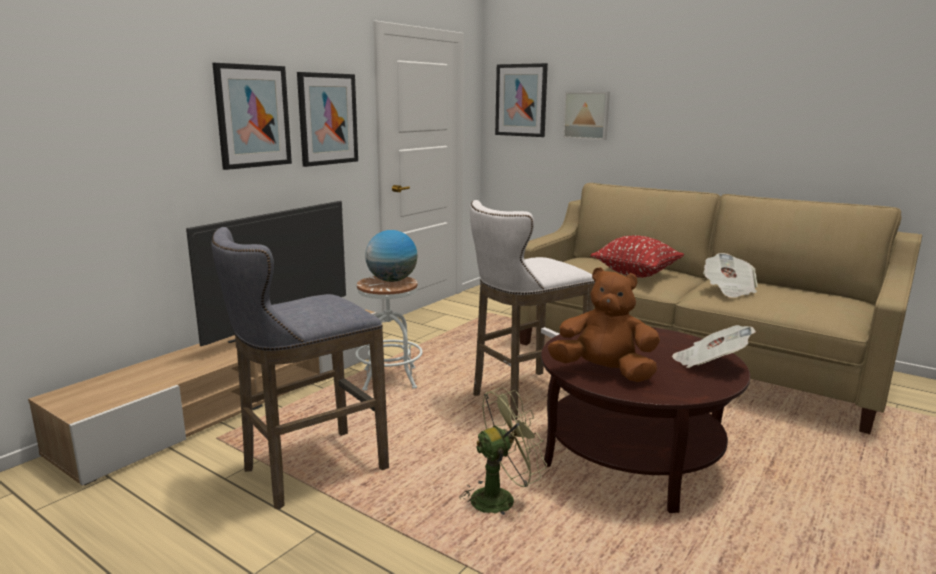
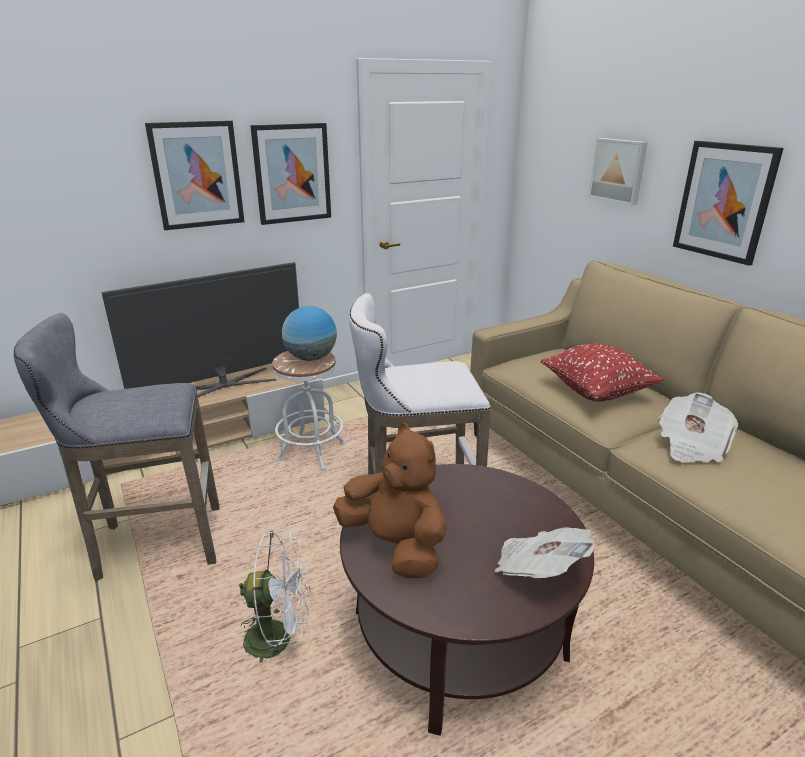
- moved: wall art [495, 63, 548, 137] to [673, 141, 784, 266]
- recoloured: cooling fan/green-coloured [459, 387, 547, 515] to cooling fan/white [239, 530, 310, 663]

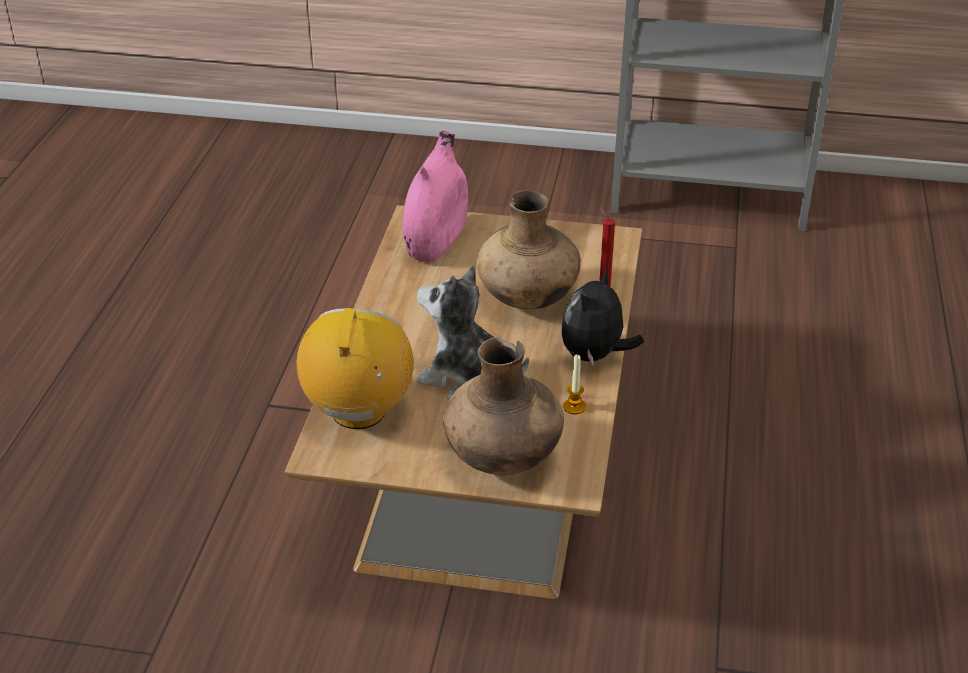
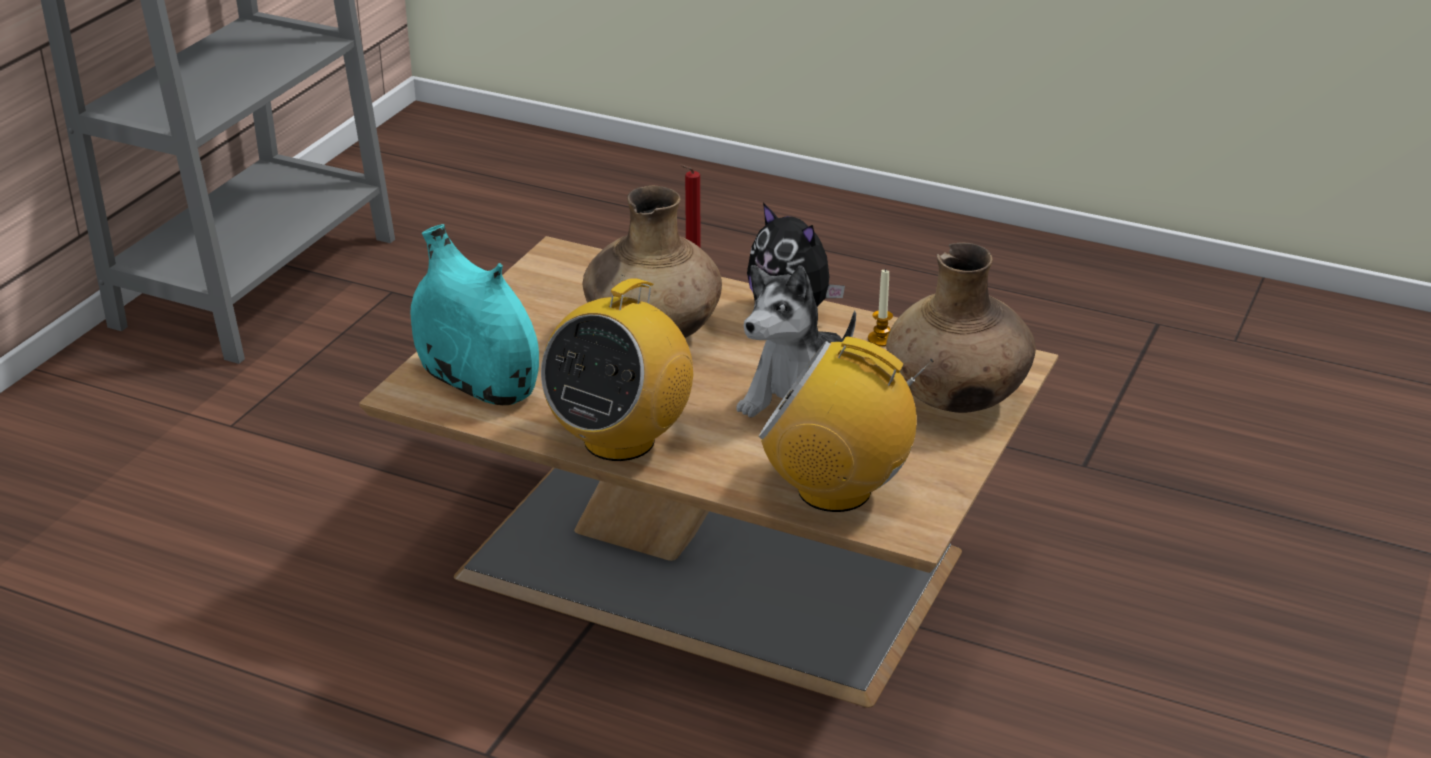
- recoloured: vase/pinkish [403, 131, 468, 262] to vase/turquoise [411, 224, 539, 405]
- added: radio receiver [541, 275, 693, 461]

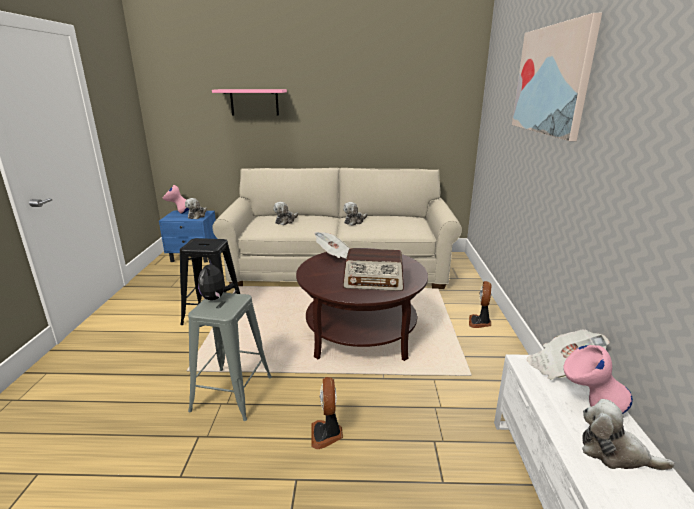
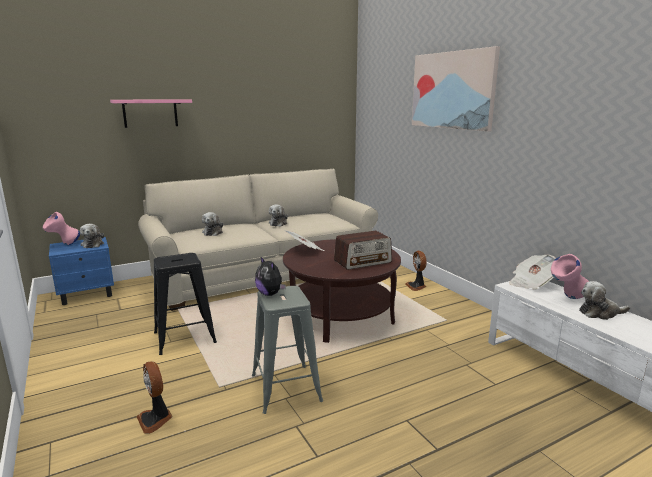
- moved: cooling fan [311, 377, 343, 449] to [137, 361, 173, 434]

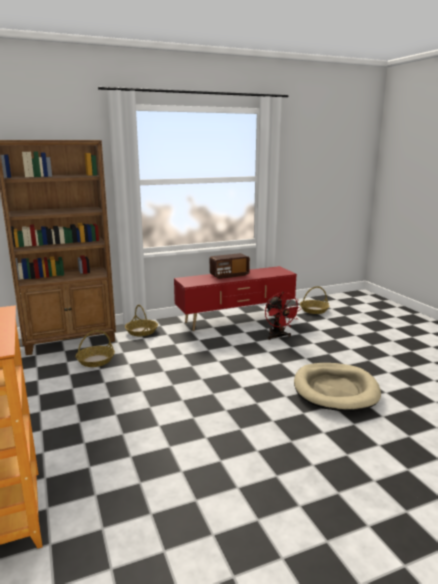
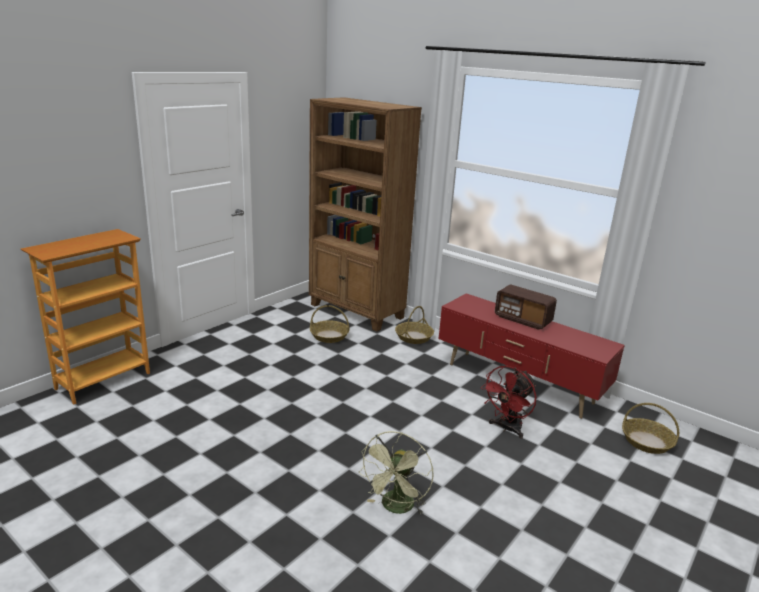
- replaced: dog cushion/beige [294, 363, 381, 412] to cooling fan/green-coloured [359, 431, 434, 514]

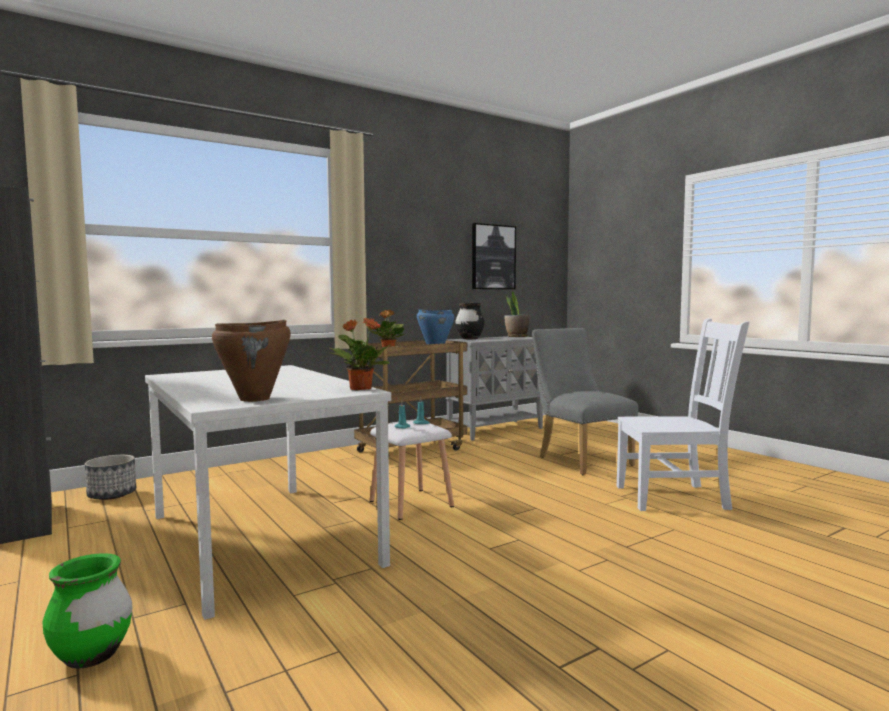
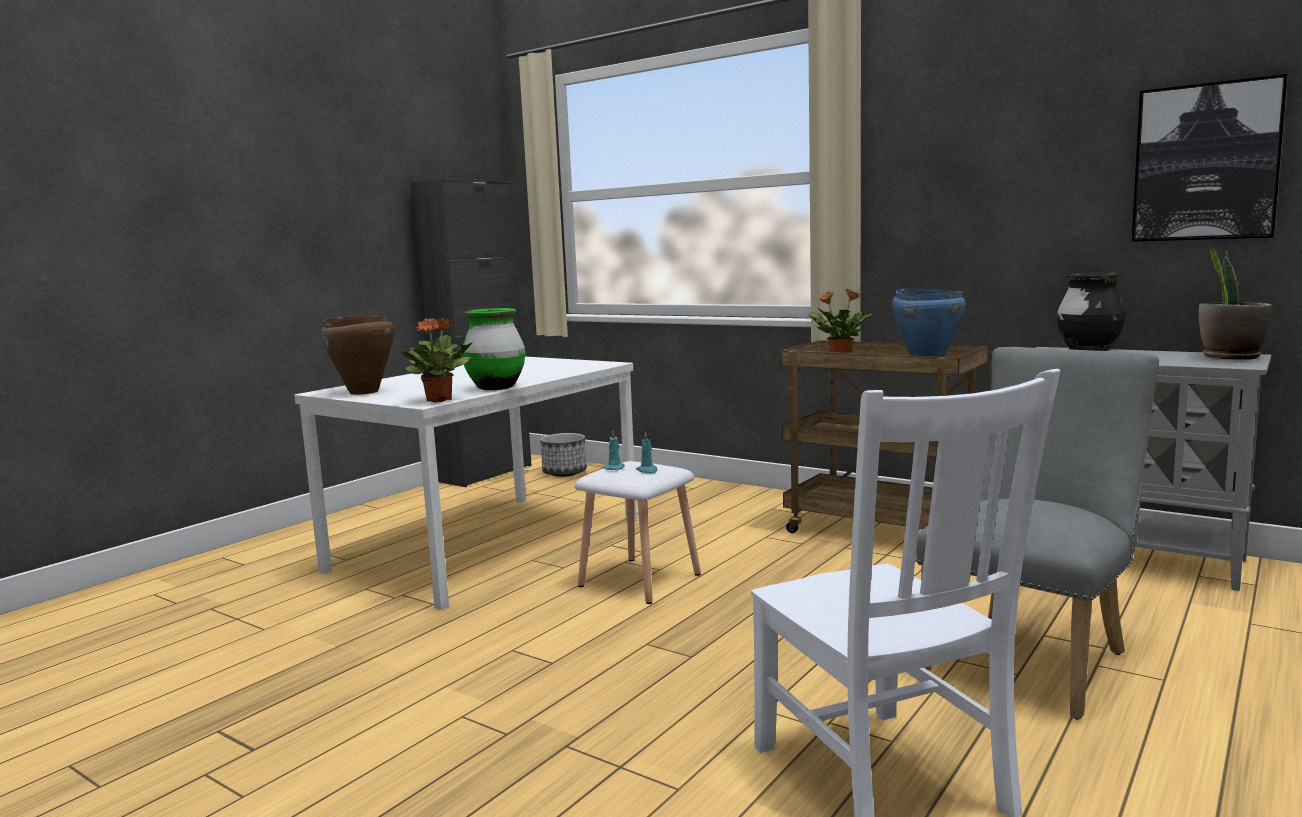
- moved: vase/green-coloured [43, 553, 132, 669] to [462, 308, 525, 390]

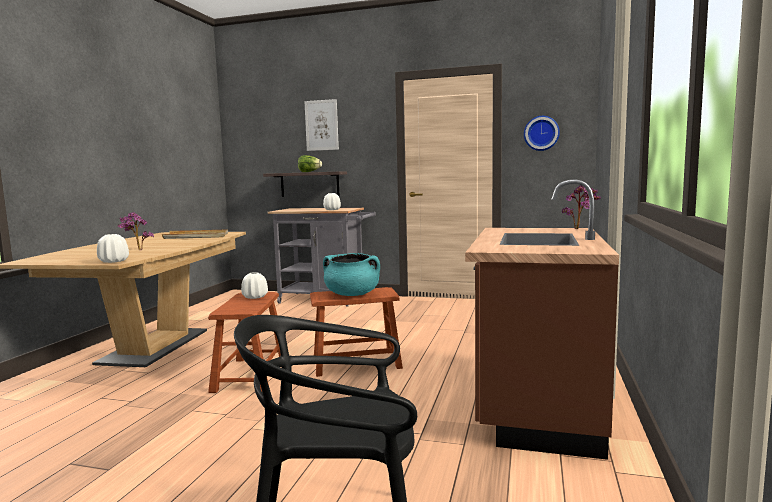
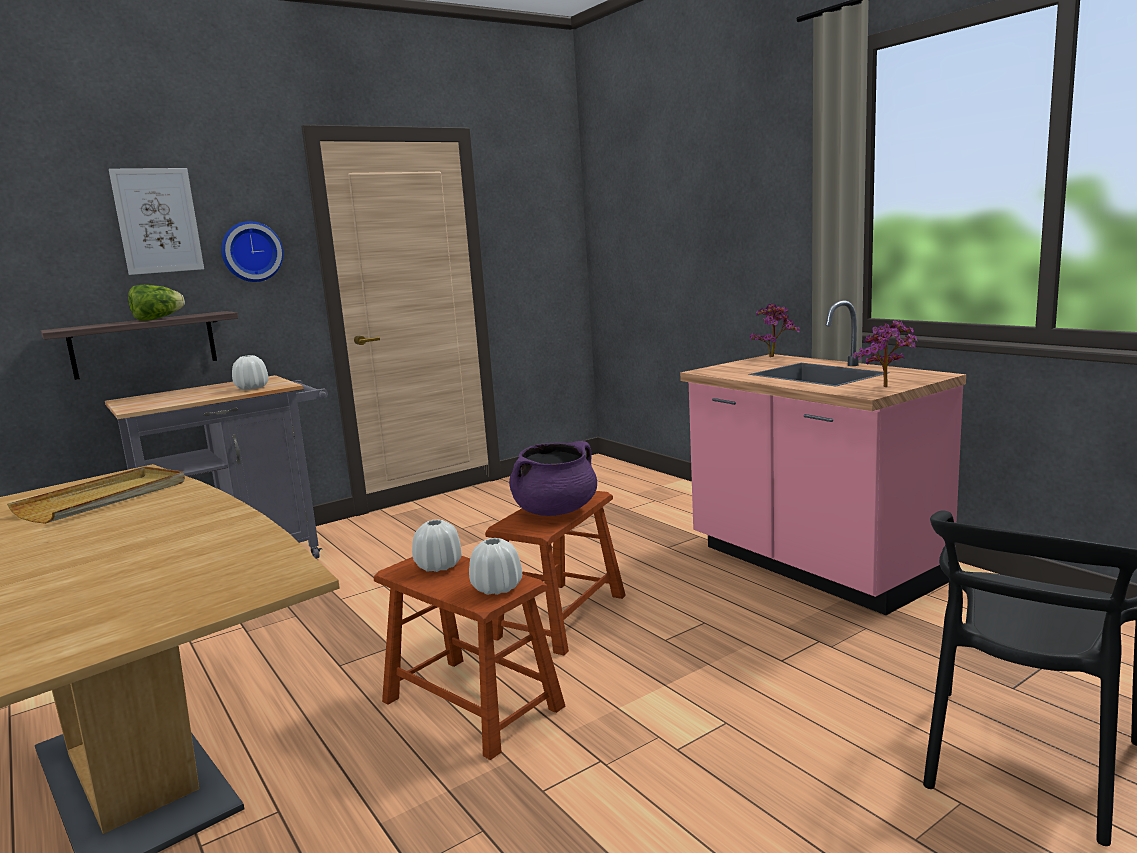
- moved: hanging clock [524, 116, 560, 151] to [221, 221, 283, 282]
- recoloured: kitchen base unit/brown [465, 180, 619, 460] to kitchen base unit/pinkish [680, 300, 966, 615]
- moved: houseplant [118, 212, 154, 250] to [853, 320, 917, 387]
- moved: vase/white [97, 234, 129, 263] to [469, 538, 522, 595]
- recoloured: cooking pot/turquoise [323, 253, 380, 296] to cooking pot/purplish [509, 441, 597, 516]

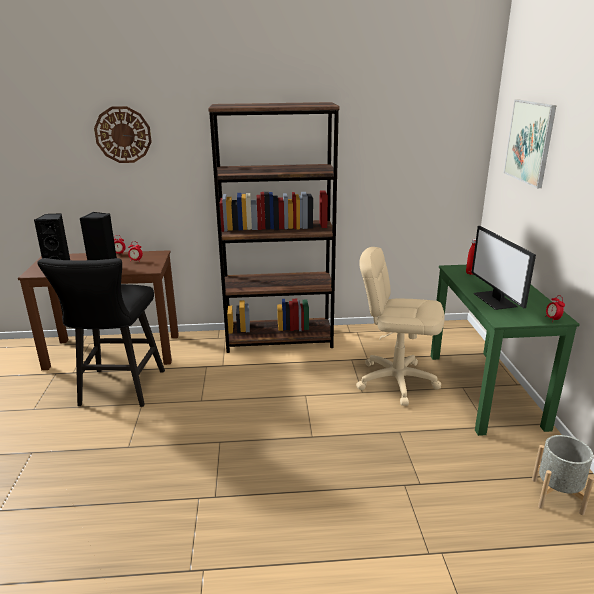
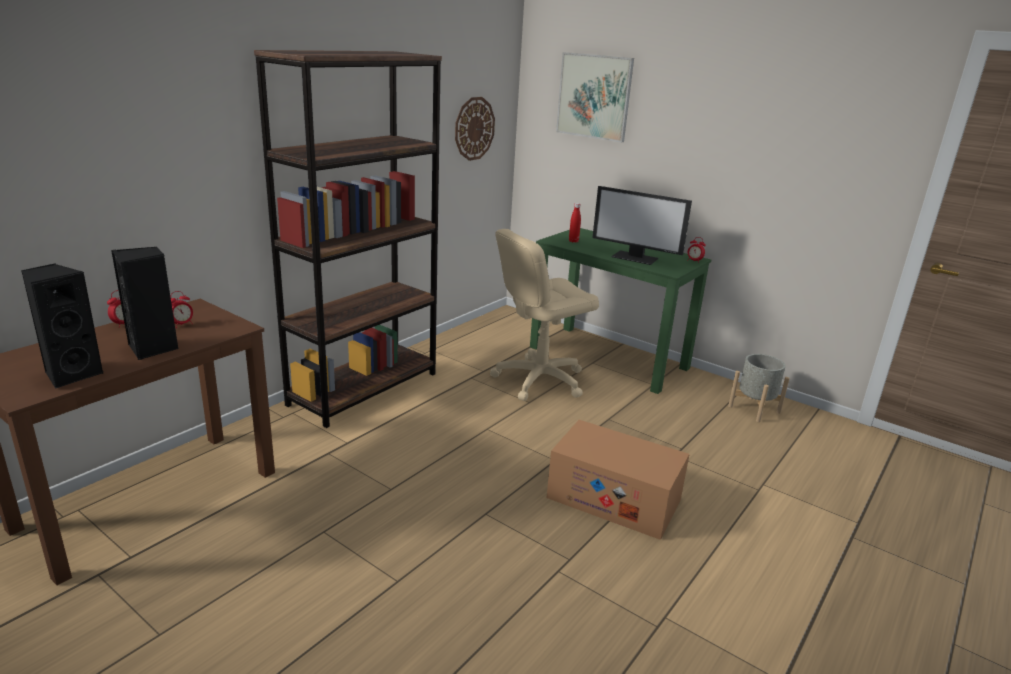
- moved: hanging clock [94, 106, 152, 163] to [455, 97, 495, 161]
- removed: sitting stool/black [37, 258, 165, 407]
- added: packing box [547, 420, 690, 540]

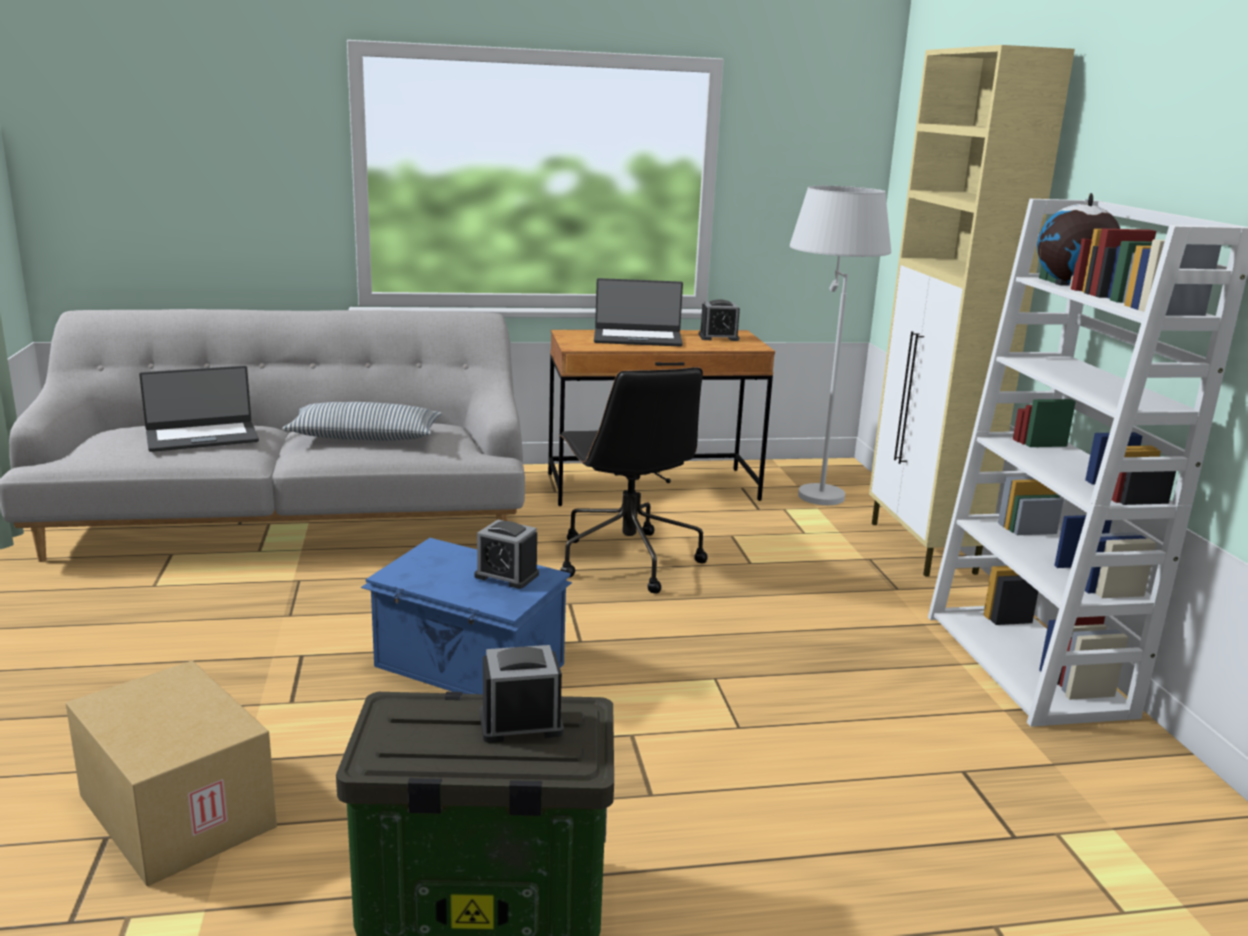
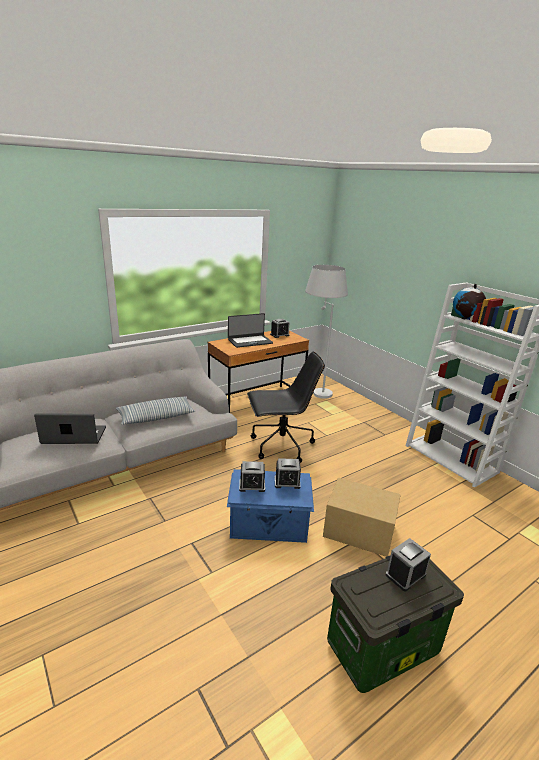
- removed: cupboard/beige [869, 45, 1075, 577]
- turned: laptop [139, 366, 259, 452] = [34, 414, 106, 444] 135 degrees counterclockwise
- turned: desk chair/black [559, 367, 708, 594] = [247, 352, 325, 463] 60 degrees counterclockwise
- moved: packing box [66, 661, 277, 886] to [323, 478, 401, 557]
- added: bedside clock [239, 461, 265, 492]

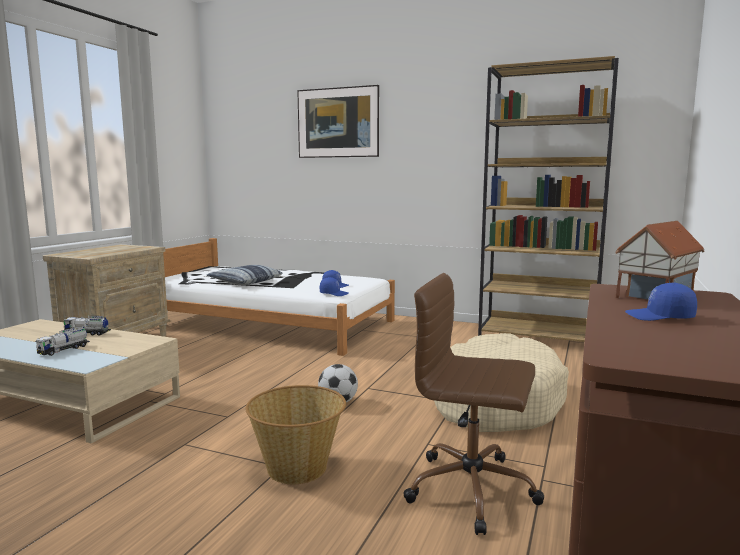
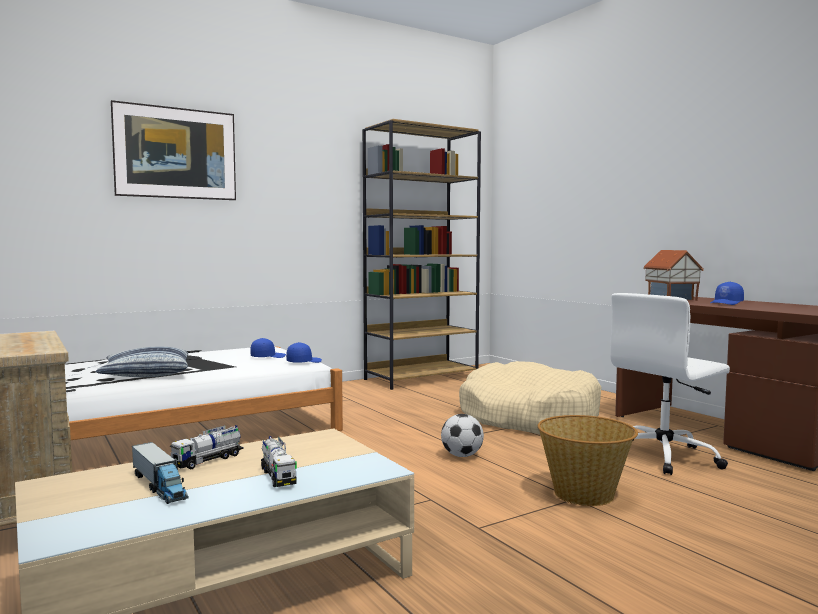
- recoloured: desk chair/brown [403, 273, 544, 535] to desk chair/white [610, 293, 730, 475]
- added: toy truck [132, 442, 189, 504]

